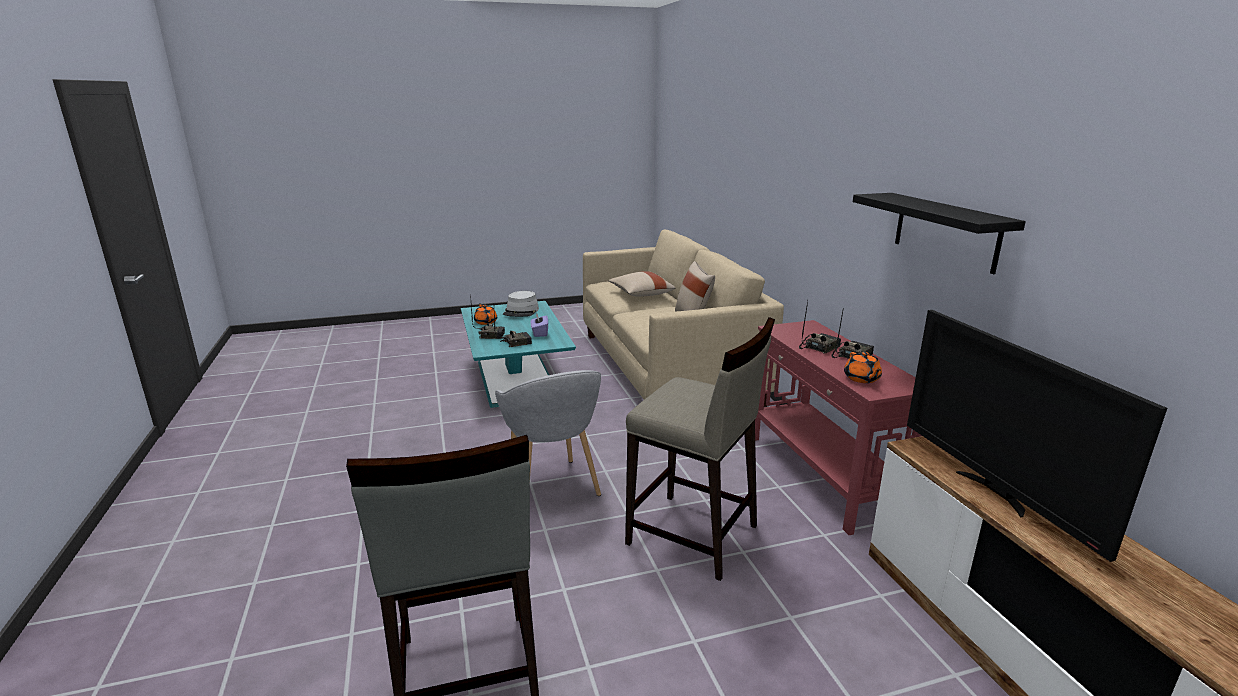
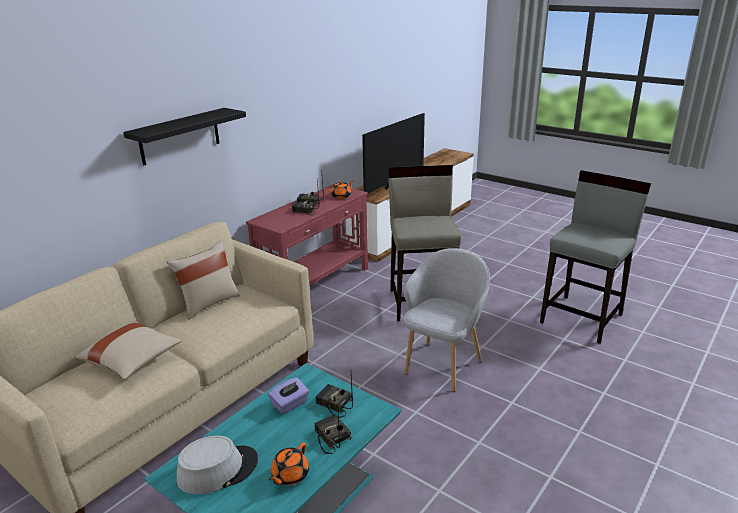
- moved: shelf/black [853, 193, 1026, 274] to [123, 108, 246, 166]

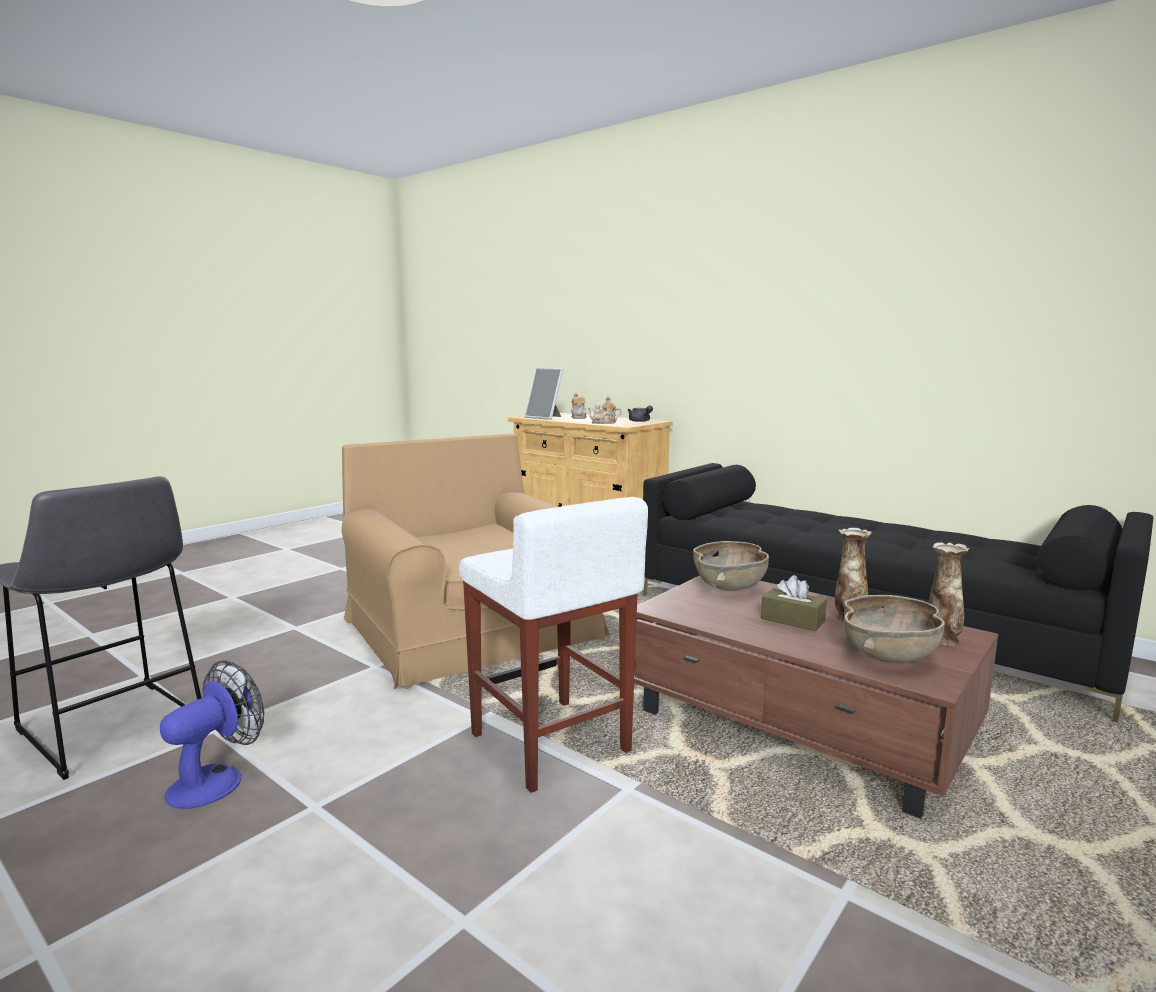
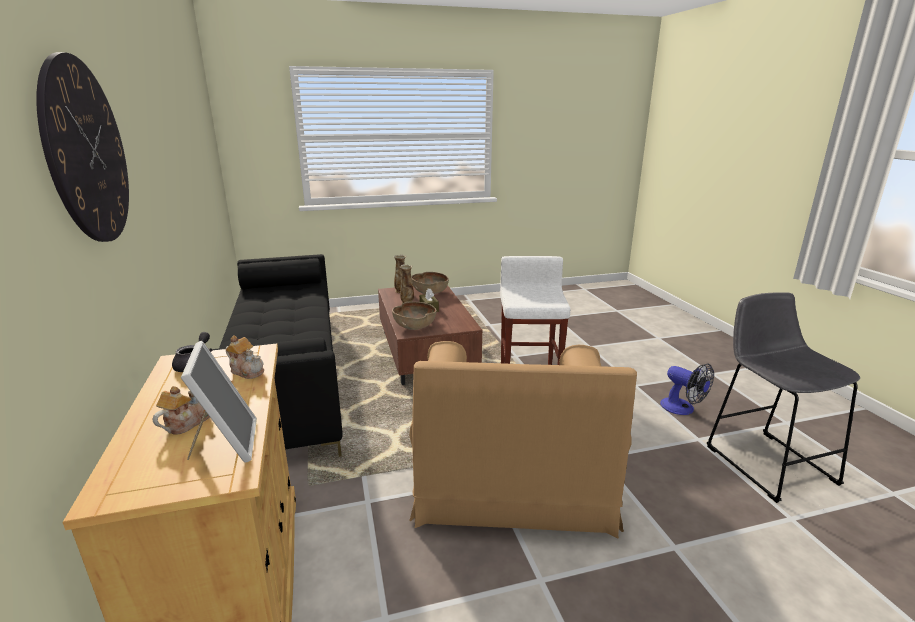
- turned: cooling fan [160, 660, 264, 809] = [660, 364, 714, 415] 105 degrees counterclockwise
- added: hanging clock [36, 52, 129, 242]

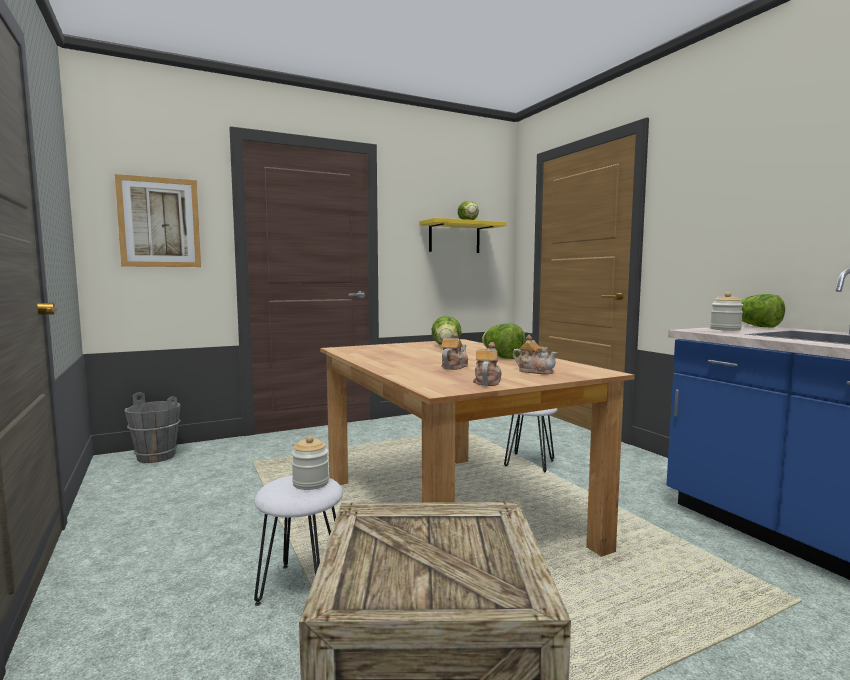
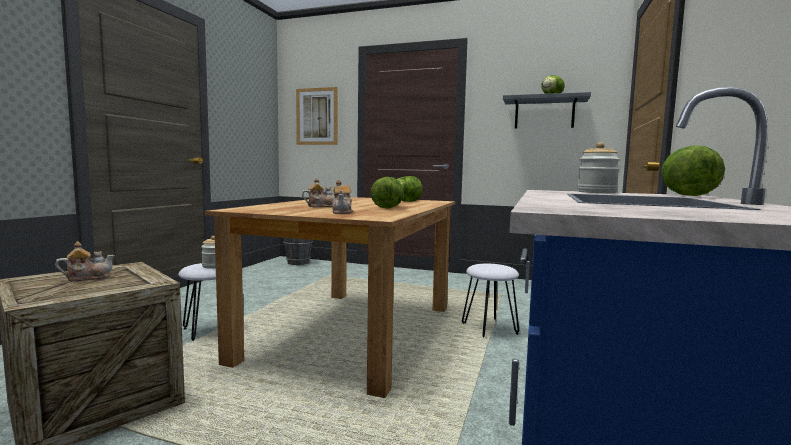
- recoloured: shelf/yellow-coloured [419, 218, 506, 253] to shelf/greyish [503, 92, 591, 128]
- moved: pot for tea [473, 342, 501, 386] to [55, 242, 115, 281]

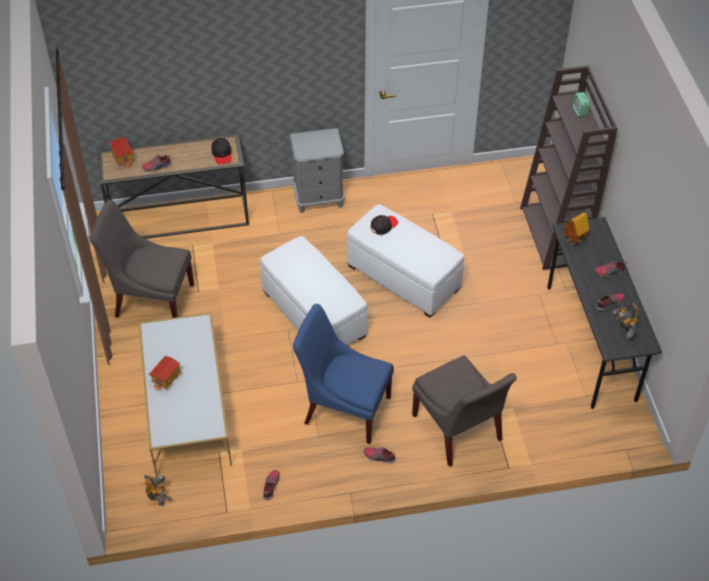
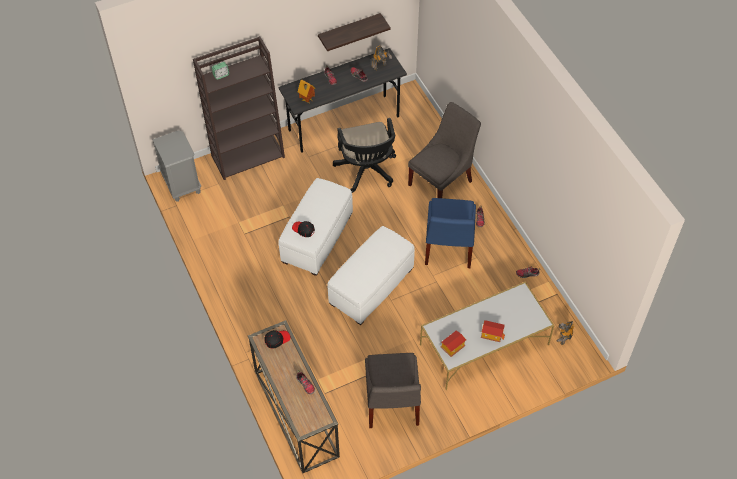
- moved: bedside table/greyish [289, 128, 345, 213] to [152, 130, 201, 202]
- moved: miniature house [109, 137, 135, 168] to [441, 330, 466, 357]
- added: shelf [318, 13, 391, 51]
- added: desk chair/black [333, 118, 396, 193]

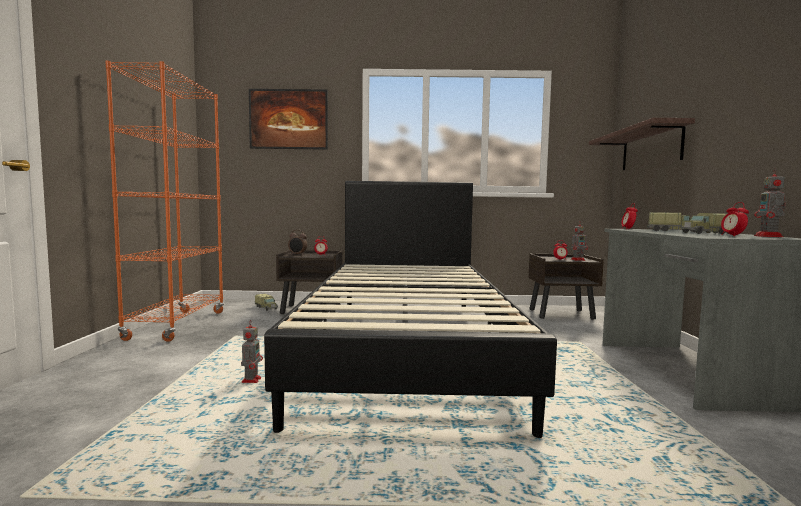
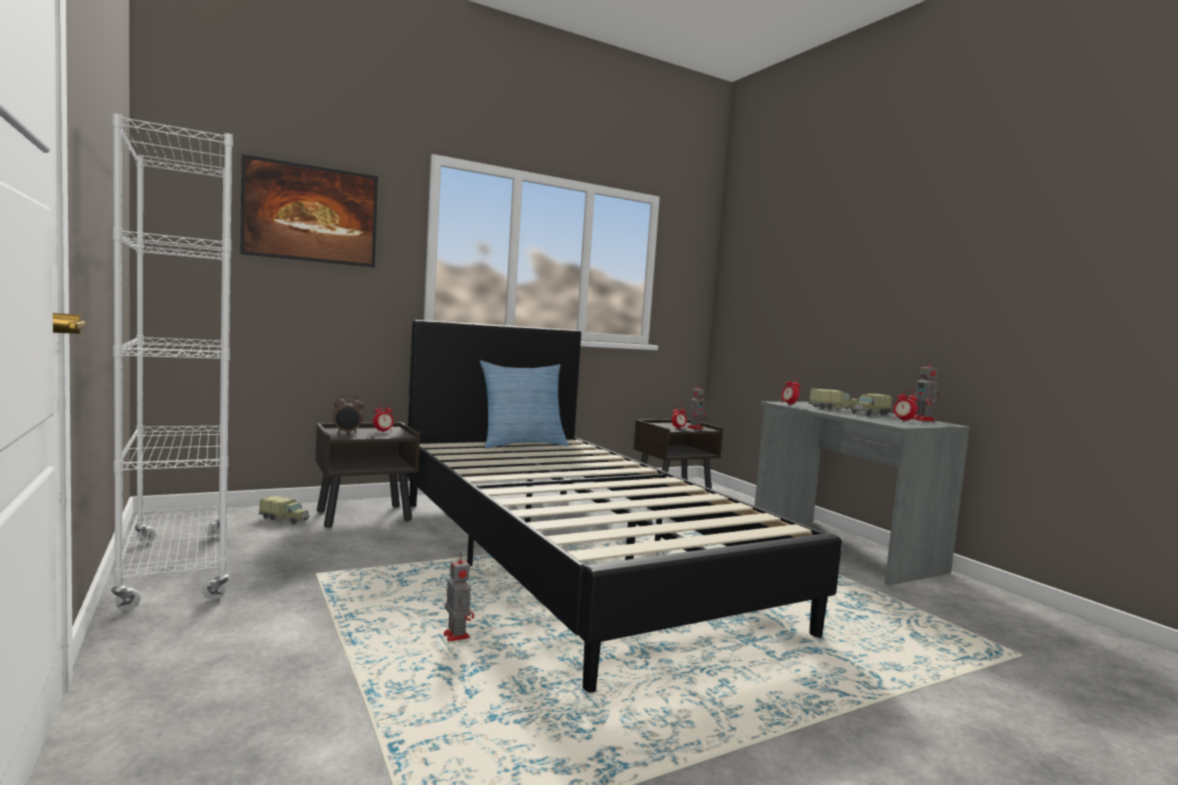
- recoloured: bookshelf/orangey [105, 61, 224, 342] to bookshelf/white [111, 113, 233, 610]
- removed: shelf [589, 118, 695, 170]
- added: cushion [480, 361, 569, 449]

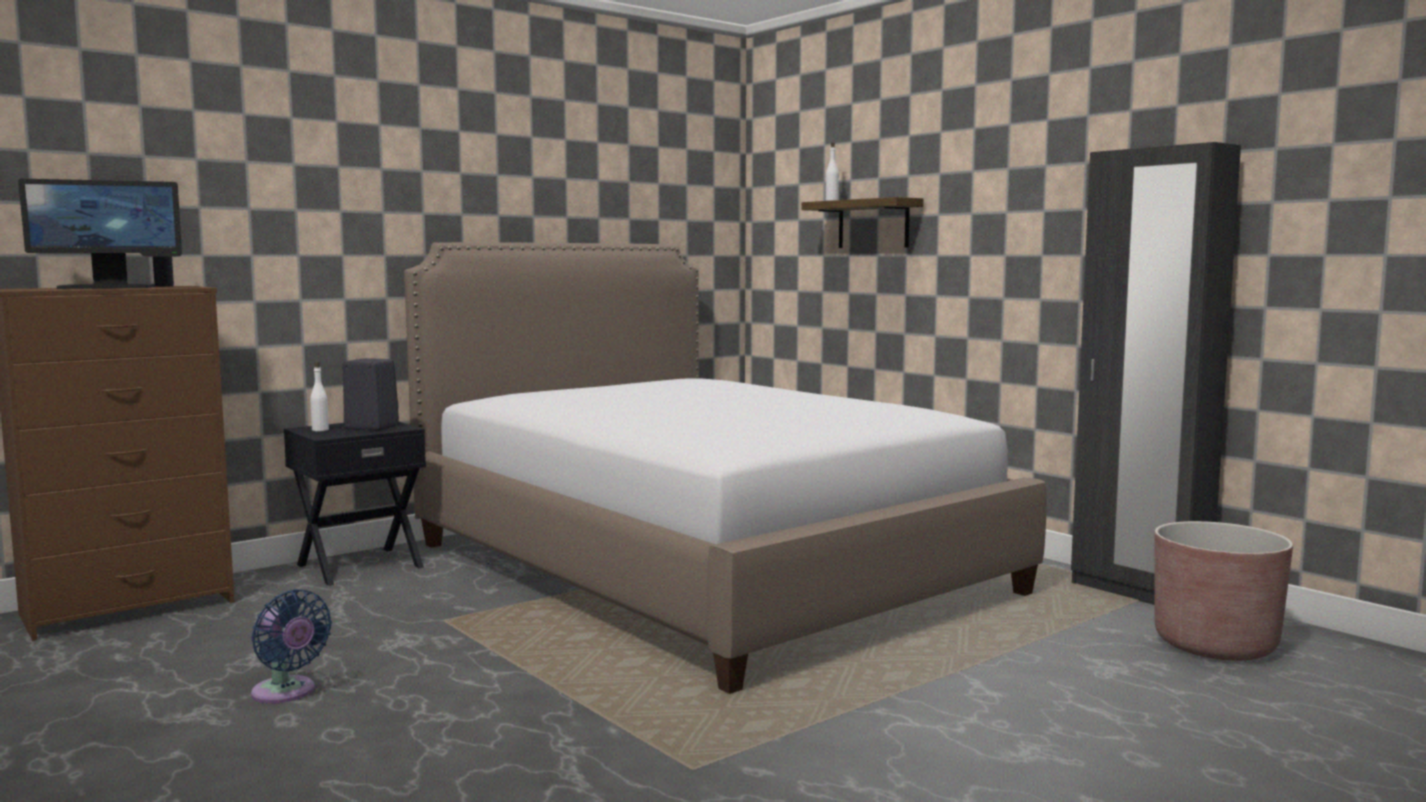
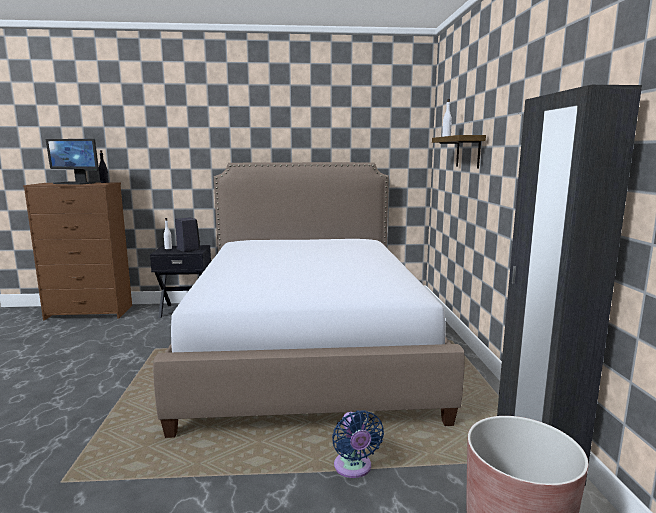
- moved: cooling fan/bluish [251, 589, 332, 704] to [332, 410, 384, 478]

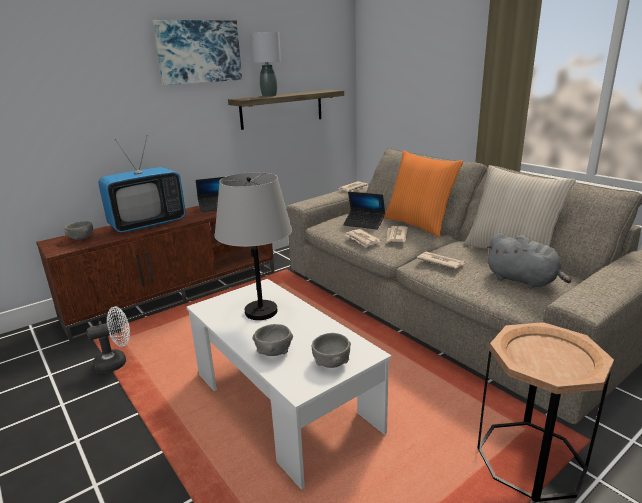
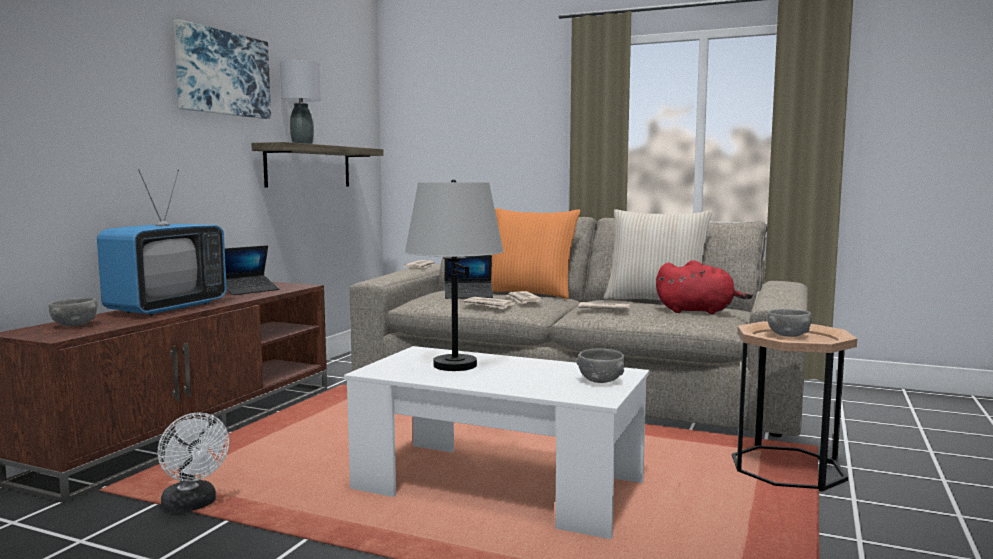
- recoloured: cuddly toy/greyish [485, 233, 571, 289] to cuddly toy/reddish [656, 260, 753, 314]
- turned: cooling fan/white [86, 306, 130, 373] = [158, 412, 229, 513] 105 degrees clockwise
- moved: bowl/greyish [253, 324, 293, 356] to [767, 309, 812, 337]

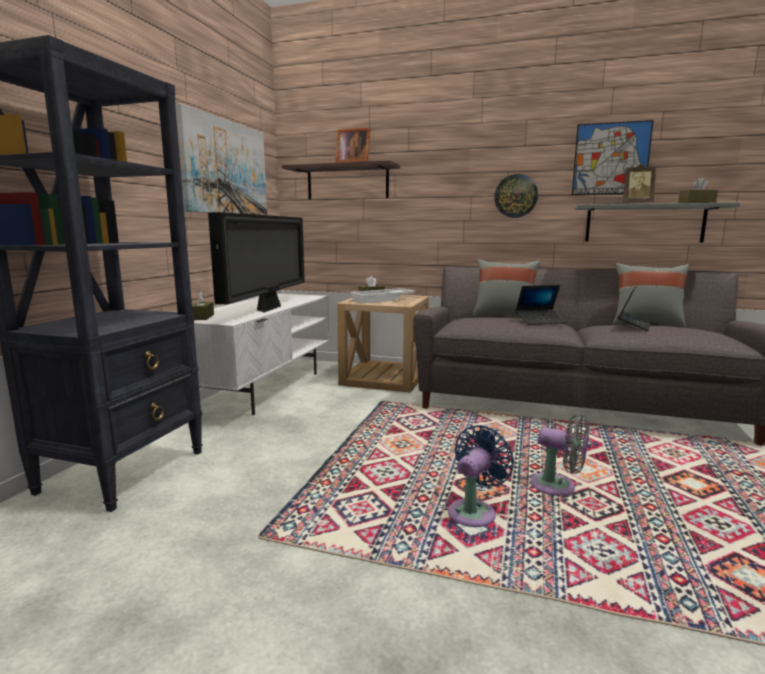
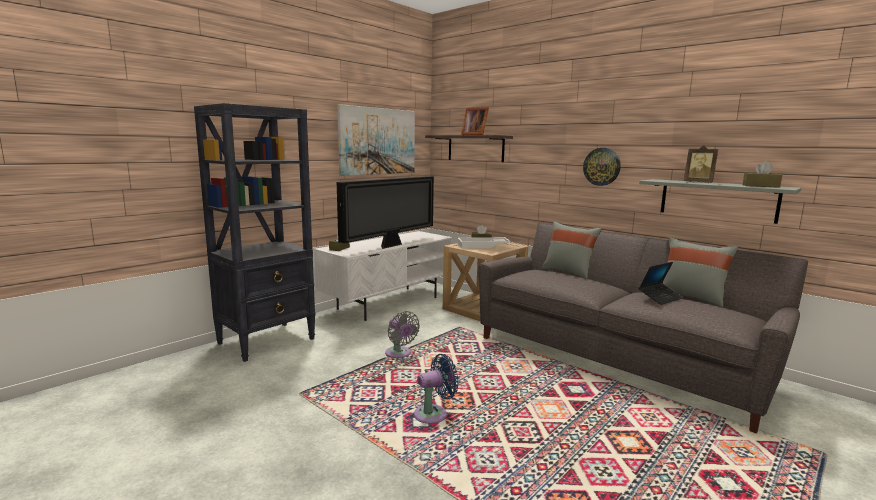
- removed: wall art [572, 120, 654, 195]
- removed: laptop [516, 285, 566, 325]
- moved: cooling fan/greyish [530, 414, 589, 496] to [385, 311, 420, 358]

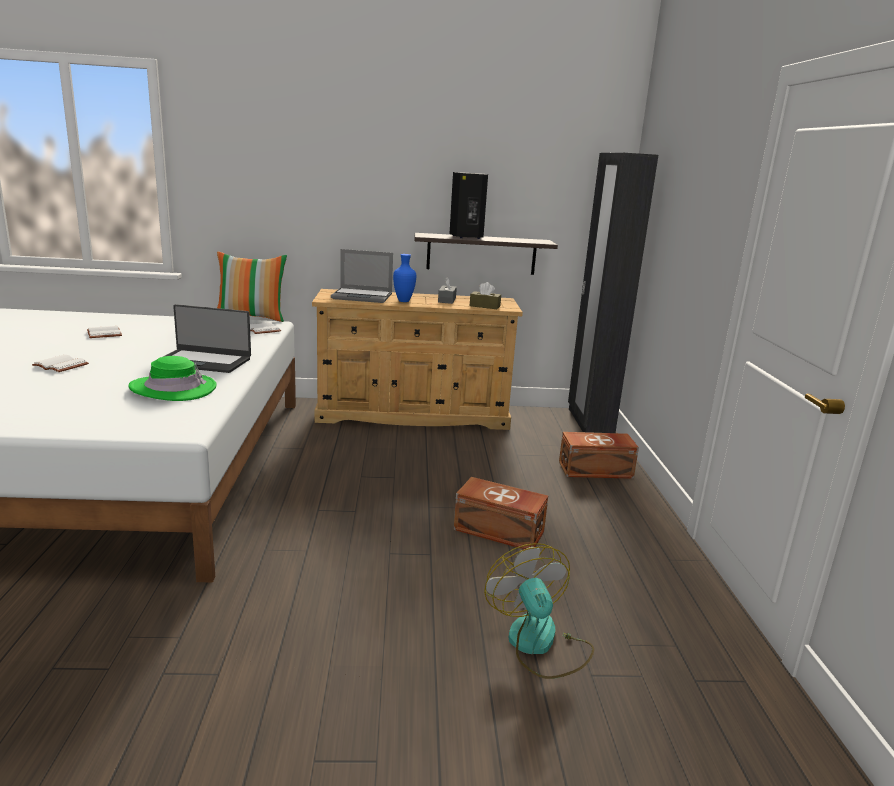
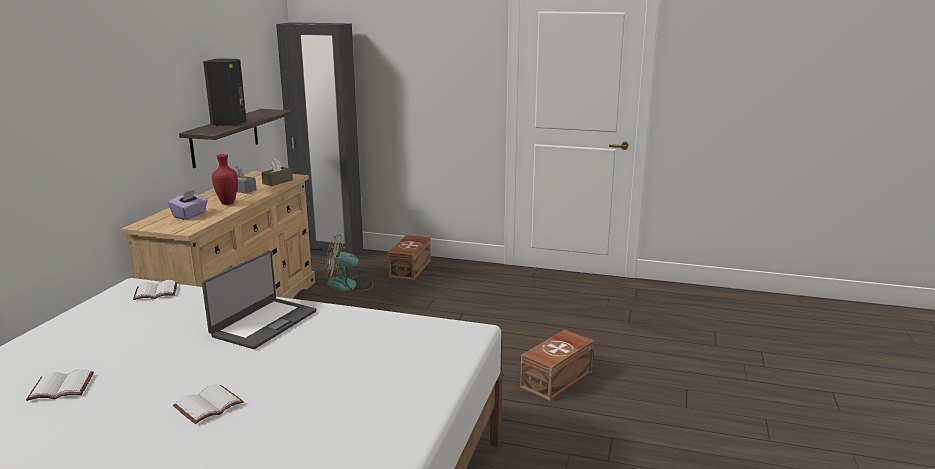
- replaced: laptop [331, 249, 393, 303] to tissue box/purplish [168, 190, 208, 220]
- removed: cushion [217, 252, 287, 322]
- recoloured: vase/bluish [393, 254, 416, 302] to vase/reddish [212, 154, 238, 205]
- removed: hat/green-coloured [129, 356, 216, 401]
- moved: storage box/brown [454, 477, 548, 549] to [520, 330, 594, 401]
- moved: cooling fan [484, 543, 594, 679] to [324, 234, 374, 292]

